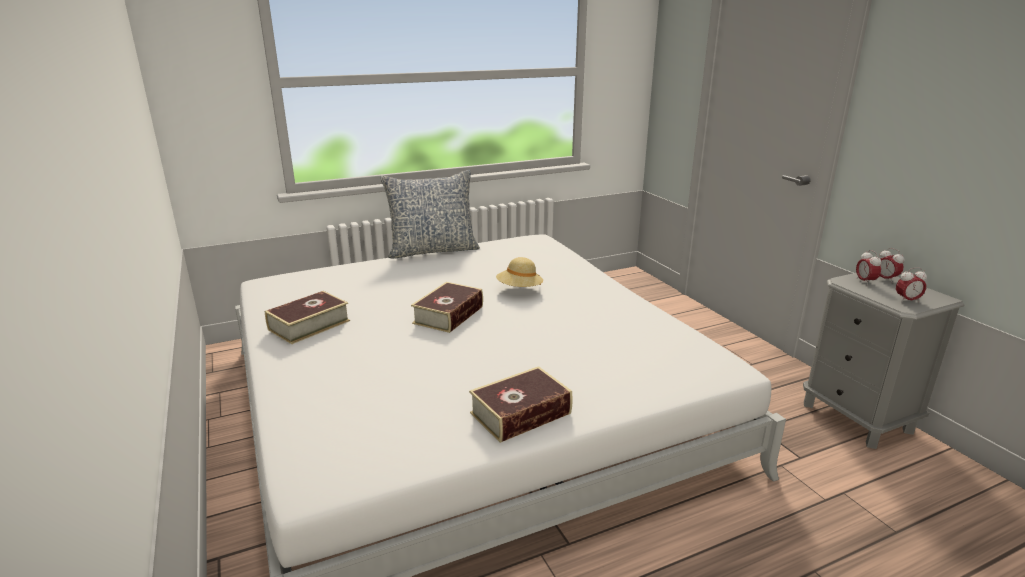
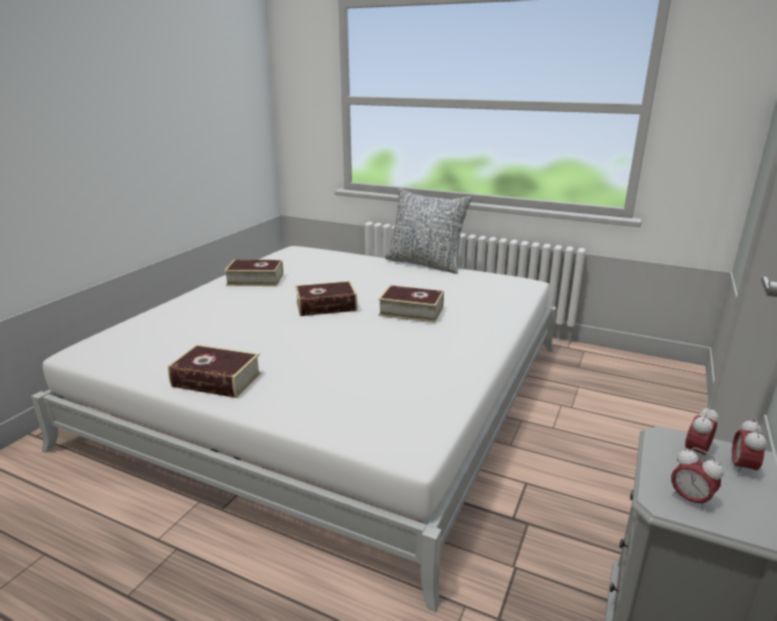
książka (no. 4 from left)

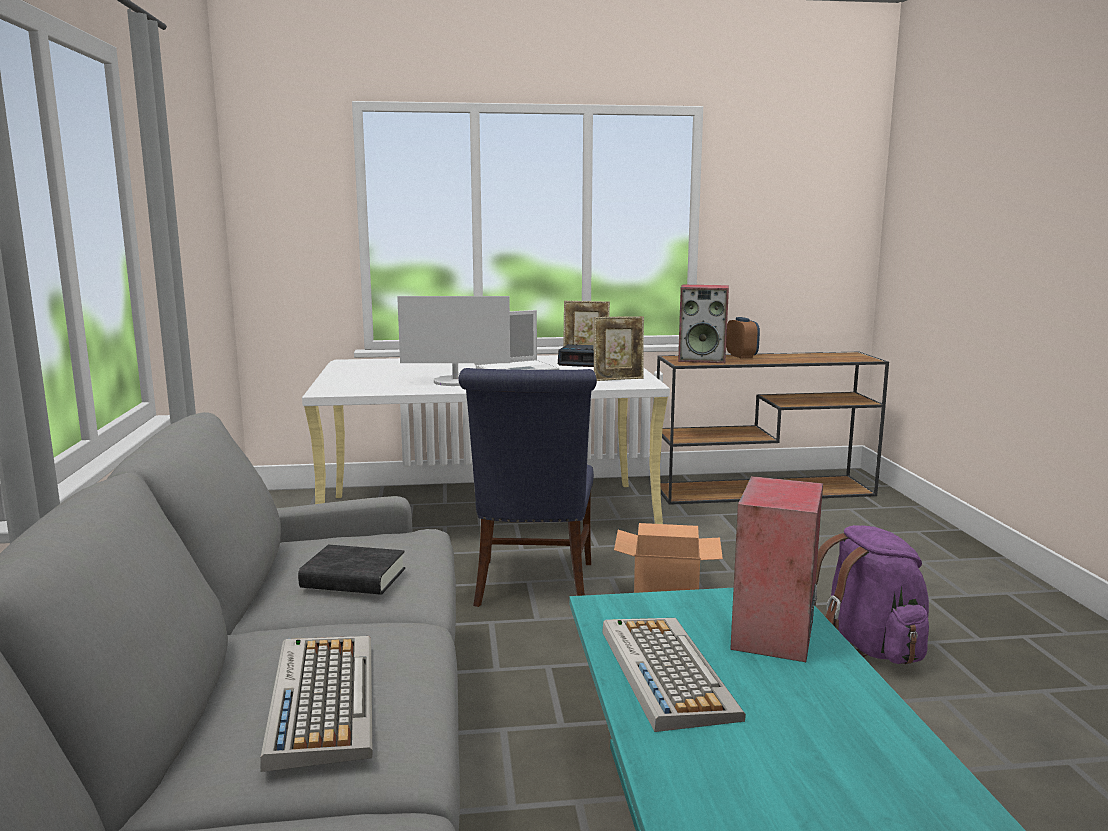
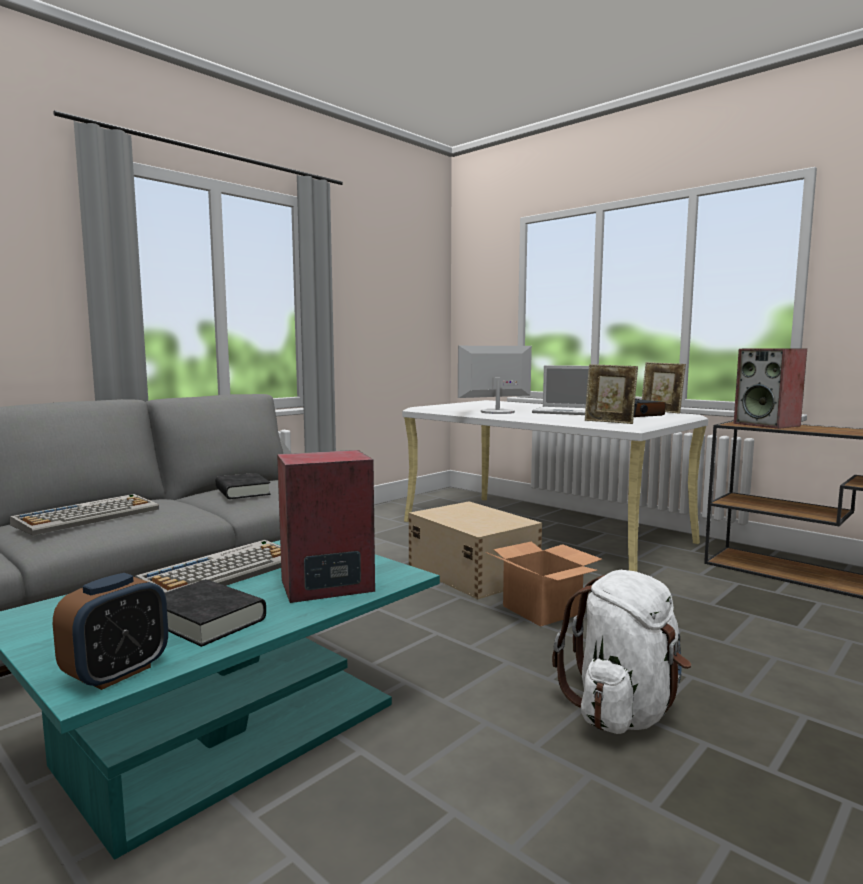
budzik (no. 1 from left)
książka [czarny] (no. 1 from left)
pojemnik do przechowywania [beżowy]
monitor
plecak [biały]

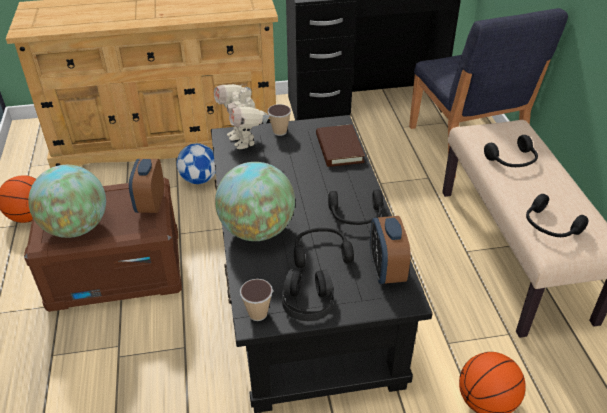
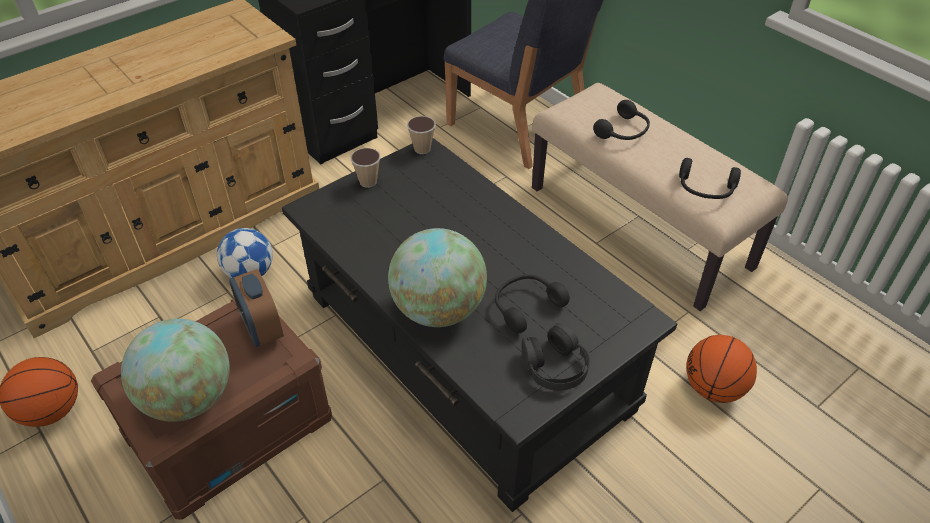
filiżanka (no. 2 from left)
robot zabawkowy
książka [brązowy]
słuchawki [czarny] (no. 3 from left in the first image)
budzik (no. 2 from left in the first image)

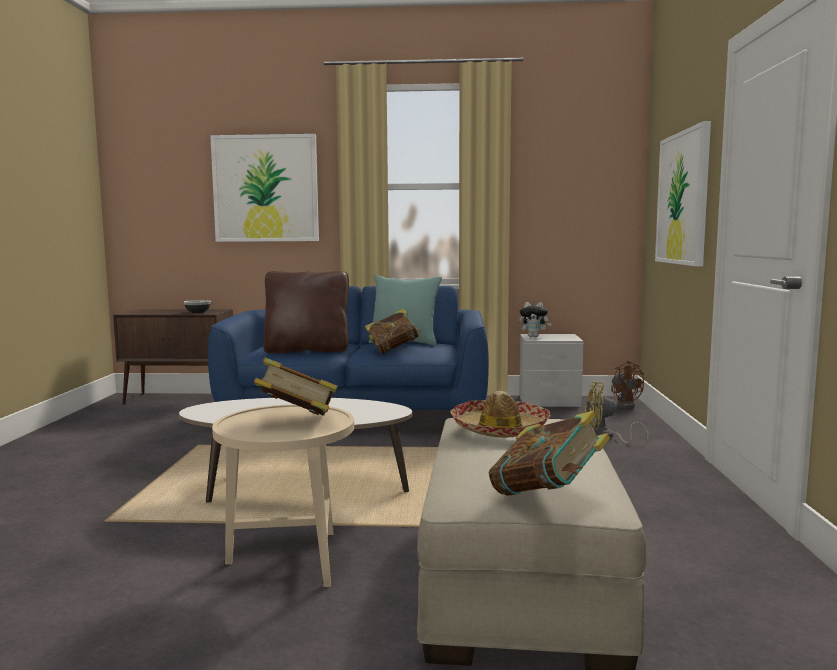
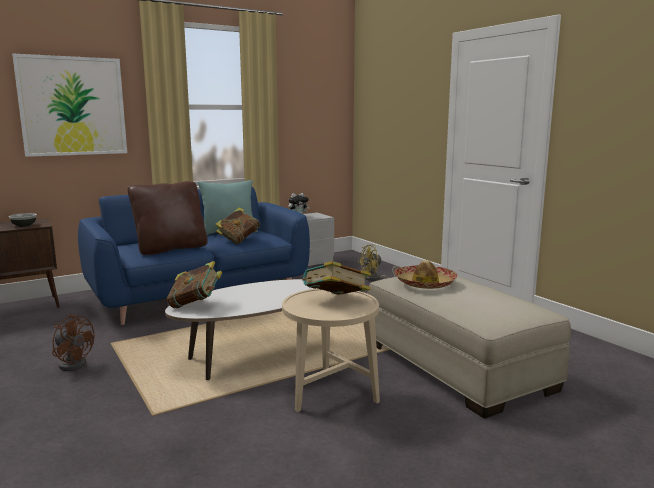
wentylator [brązowy]
książka (no. 1 from left)
obraz (no. 2 from left in the first image)

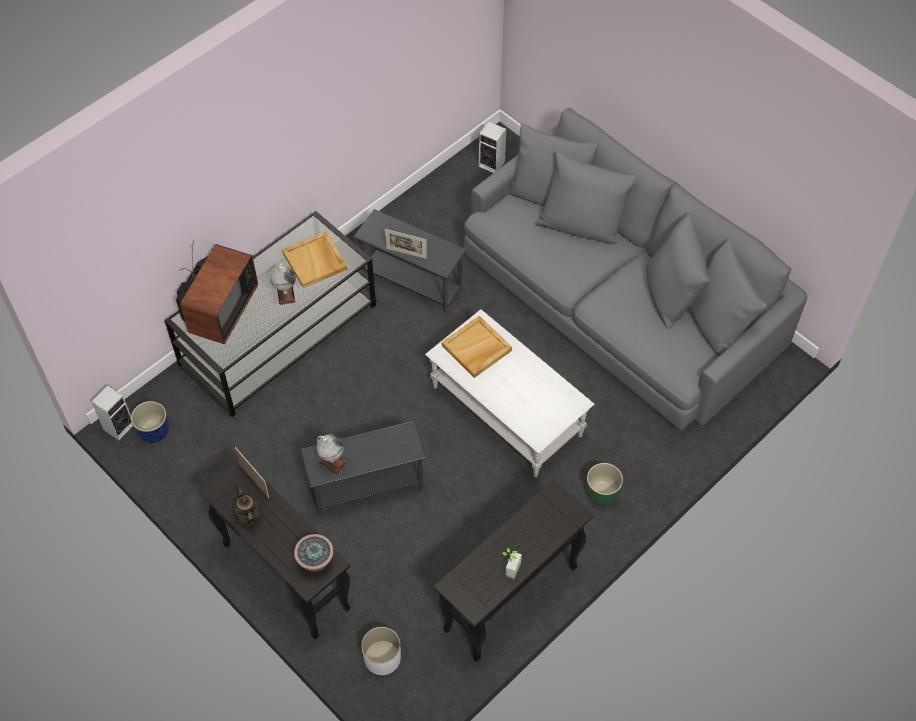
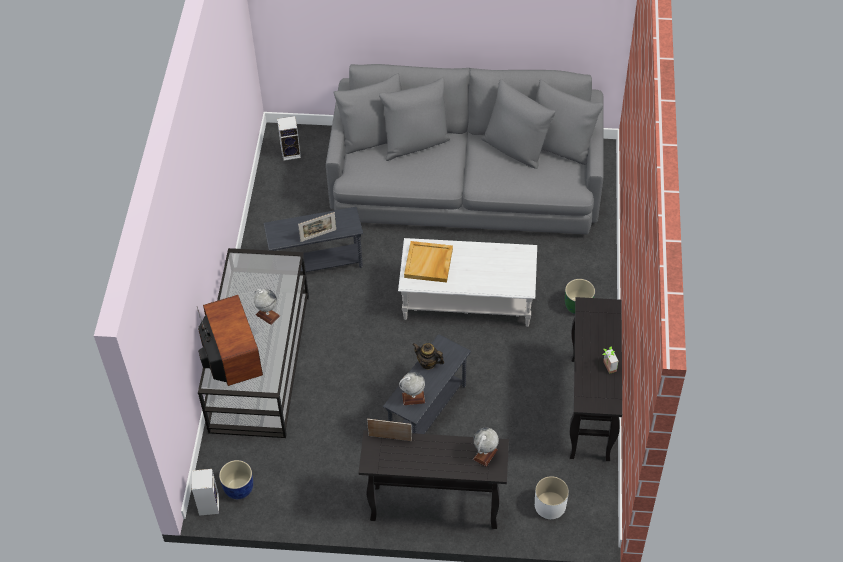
imbryk
globus (no. 3 from left)
taca [beżowy] (no. 1 from left in the first image)

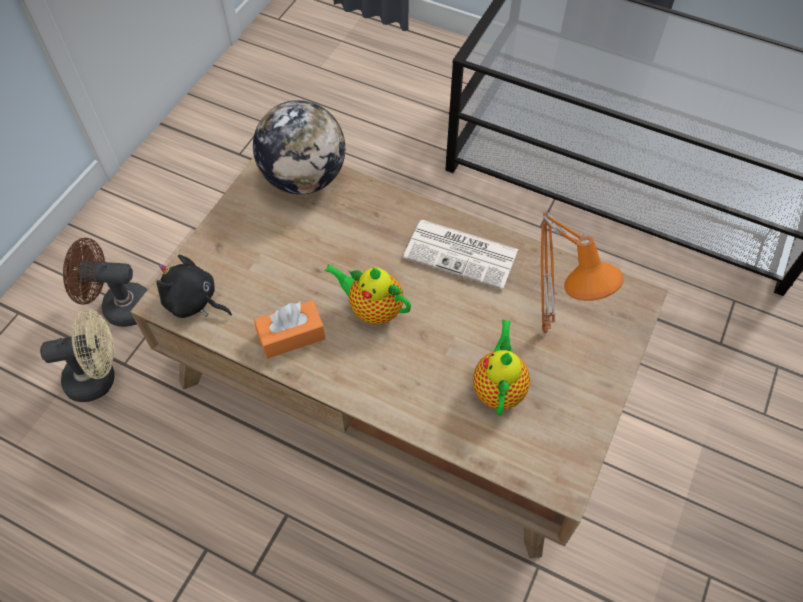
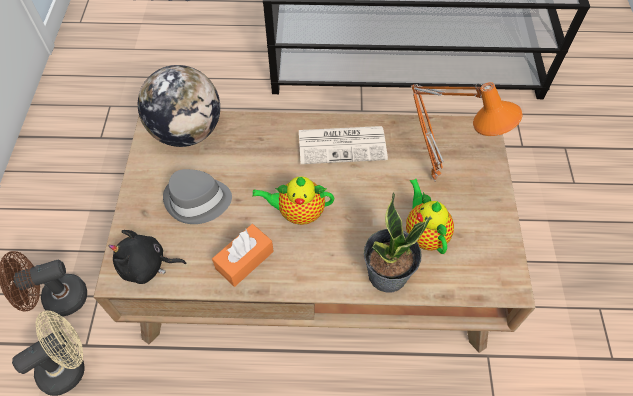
kapelusz [szary]
roślina doniczkowa

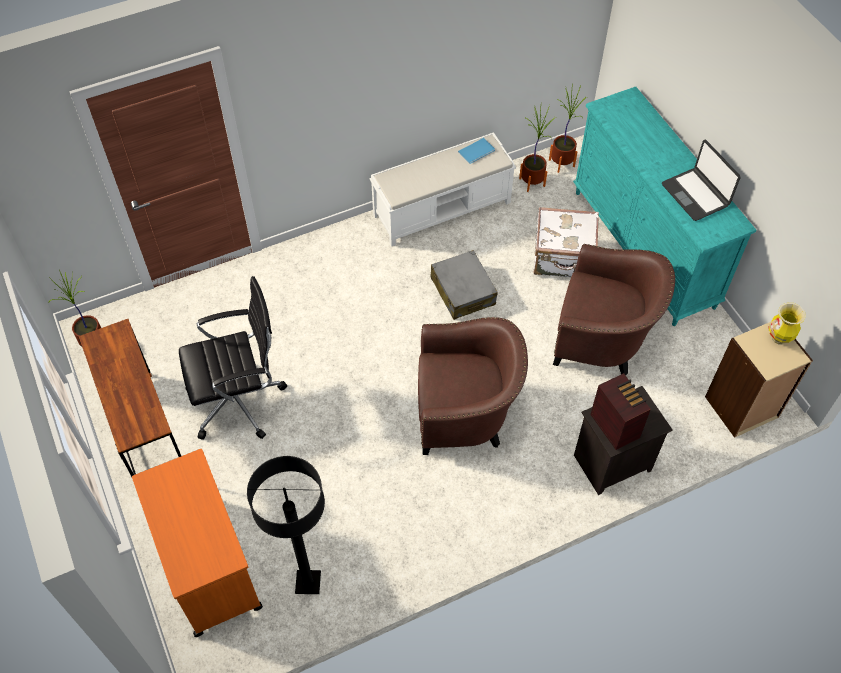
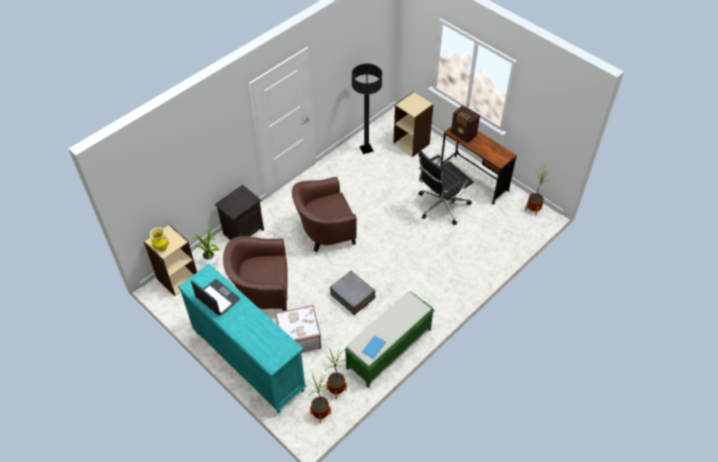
roślina doniczkowa (no. 1 from left)
ławka [zielony]
regał [beżowy] (no. 2 from left)
radio

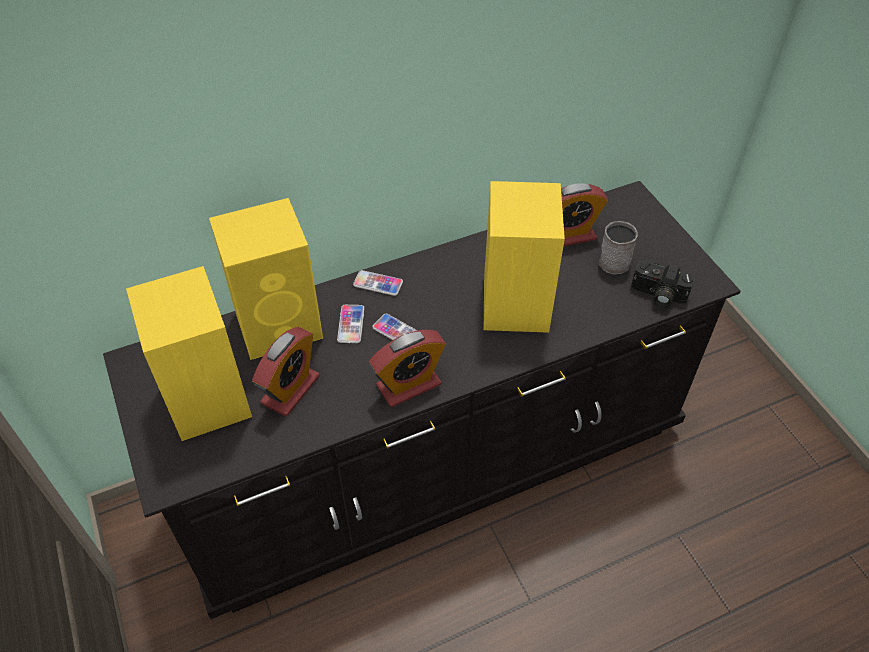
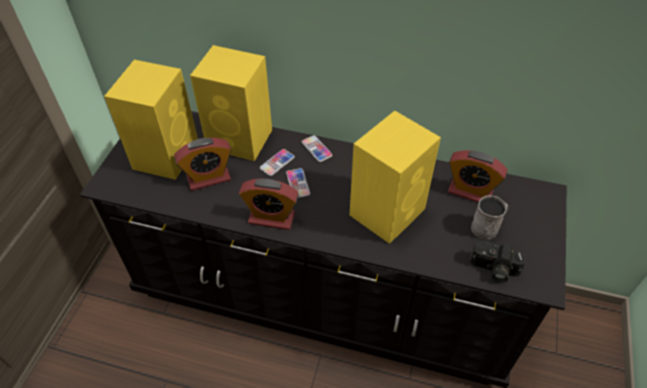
aparat fotograficzny

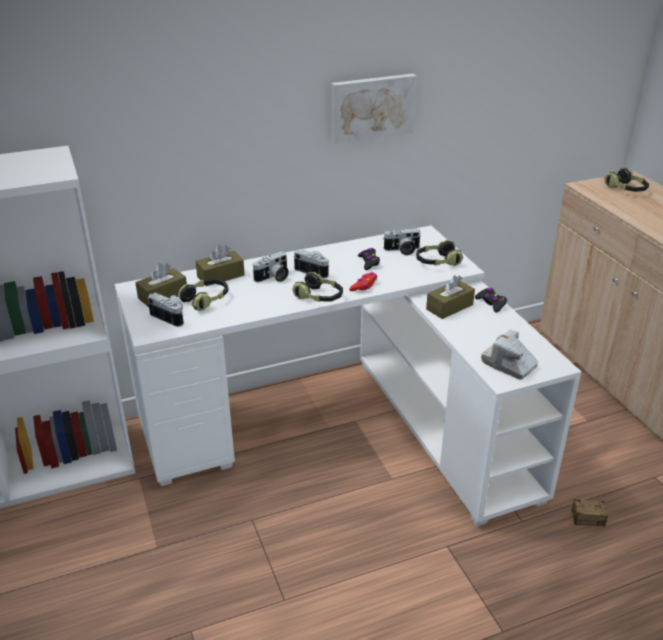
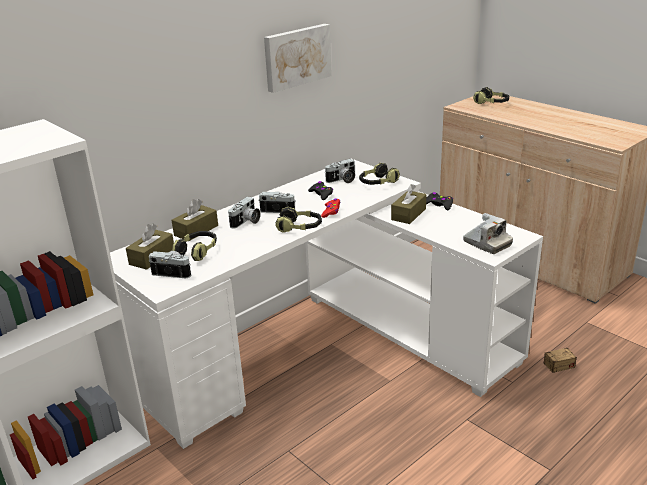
aparat fotograficzny (no. 5 from left)

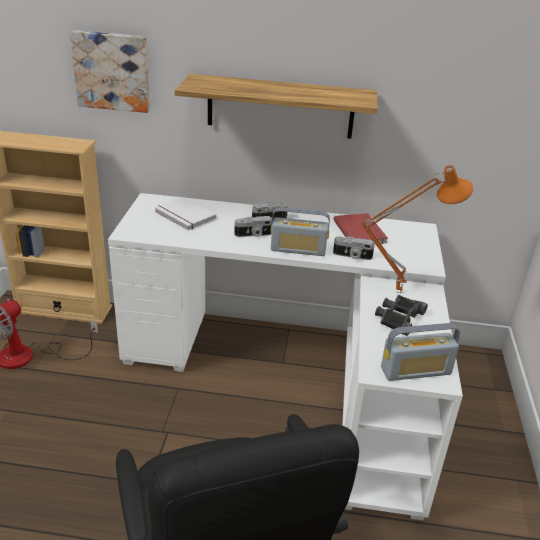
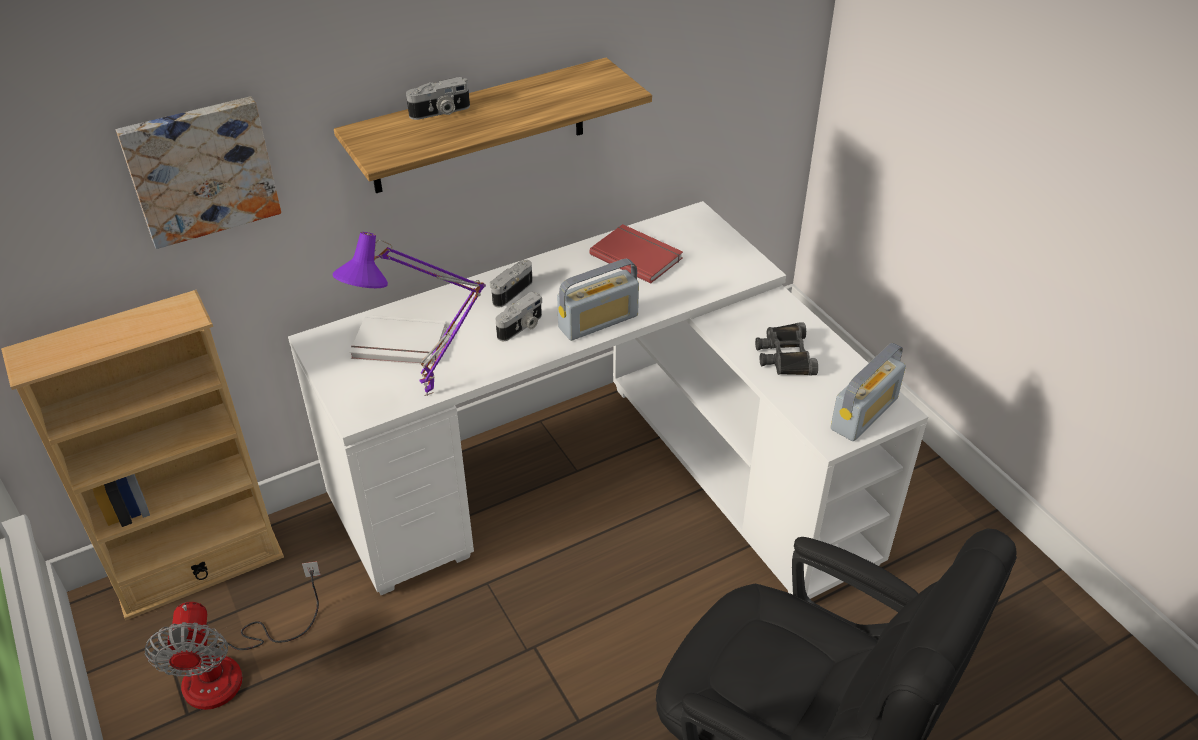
lampa stołowa [fioletowy]
aparat fotograficzny (no. 1 from left)
lampa stołowa [pomarańczowy]

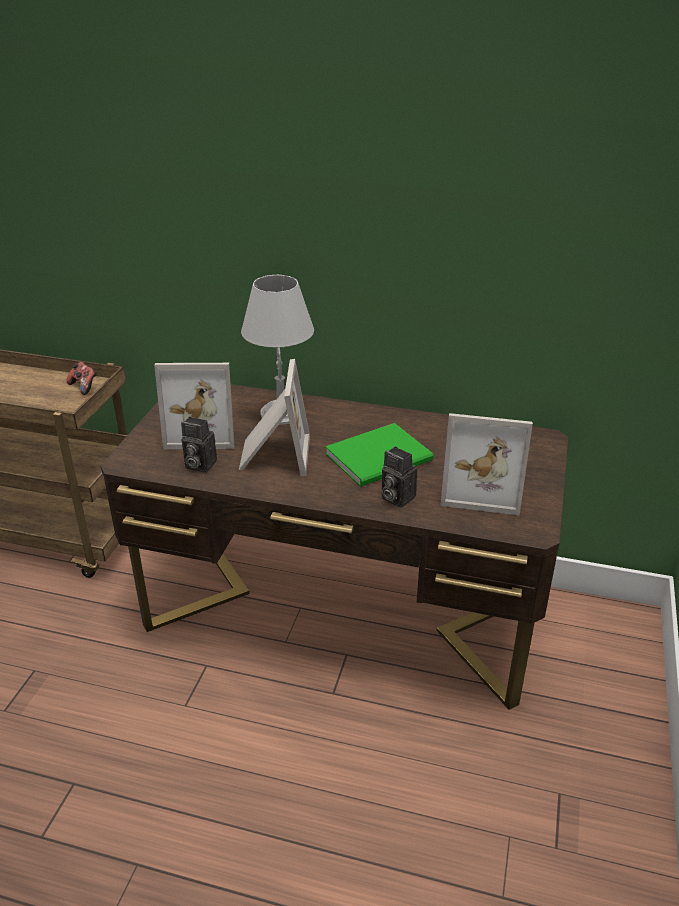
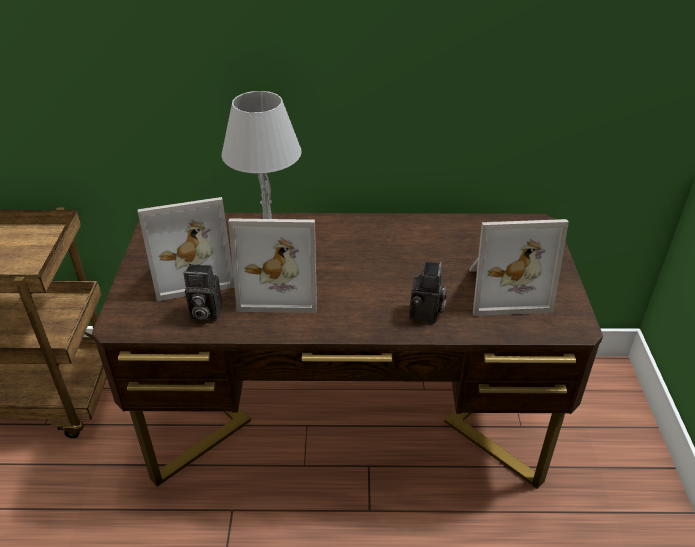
ramka na zdjęcie (no. 2 from left)
aparat fotograficzny (no. 2 from left)
pad do gier
książka [zielony]

